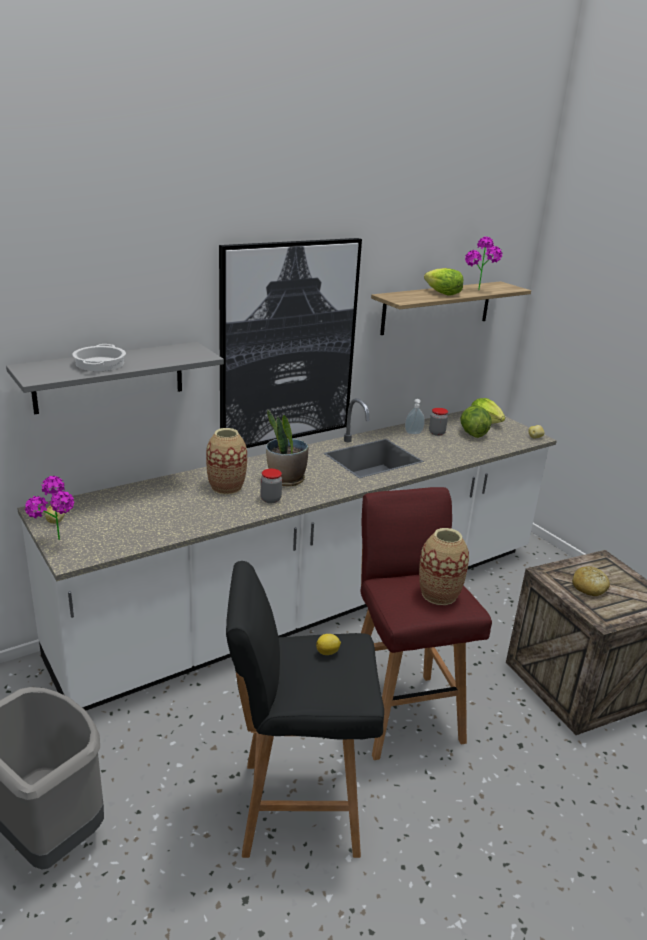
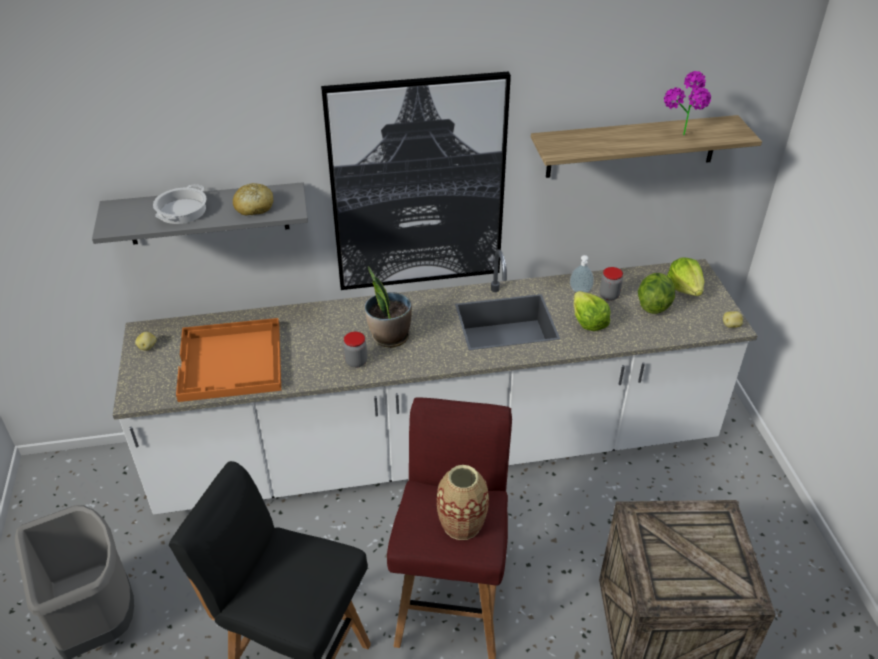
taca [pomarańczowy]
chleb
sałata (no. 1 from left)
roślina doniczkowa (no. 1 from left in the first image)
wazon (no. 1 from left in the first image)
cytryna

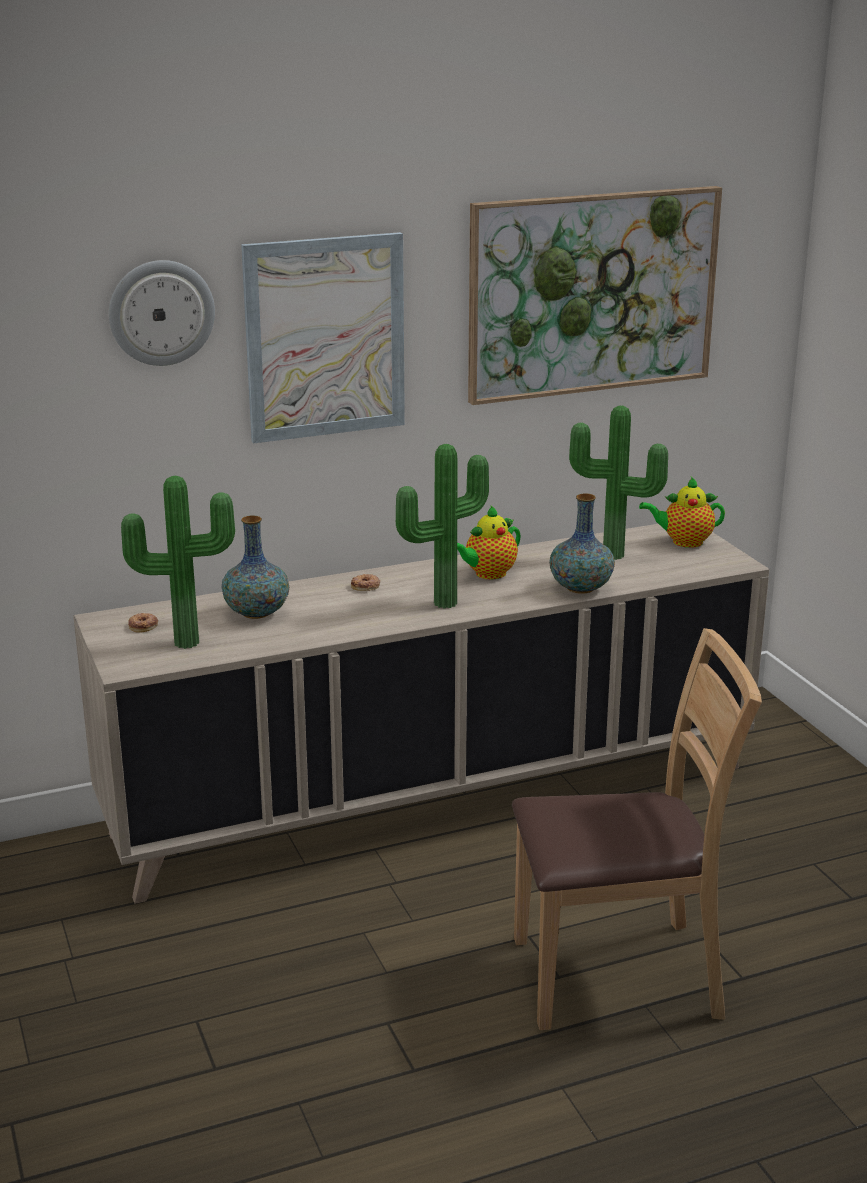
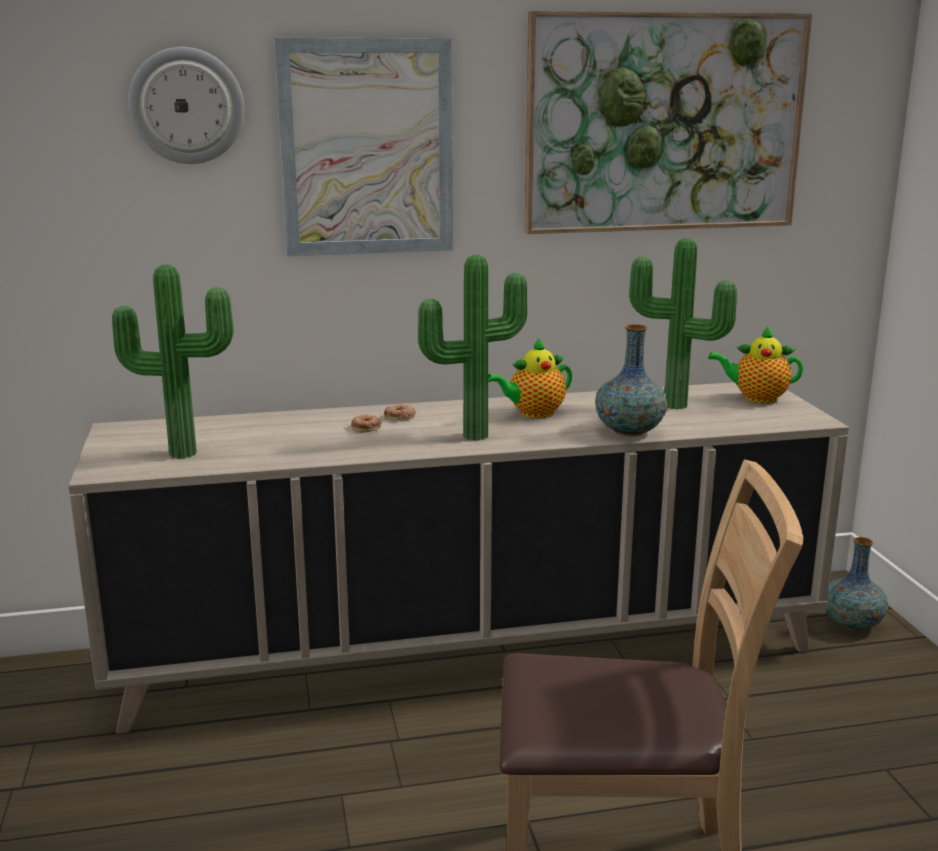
donut (no. 1 from left)
wazon (no. 2 from left)

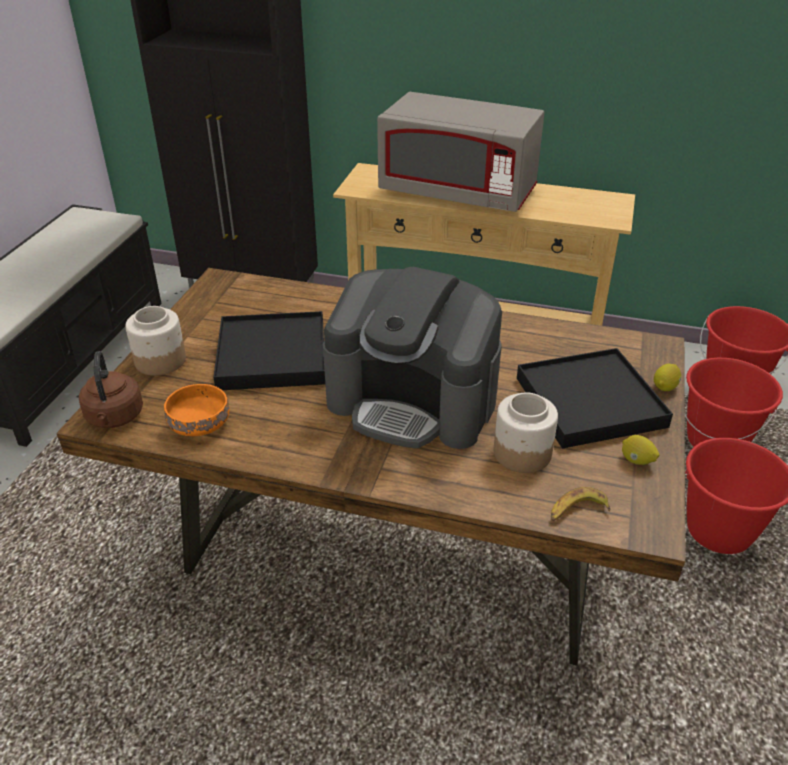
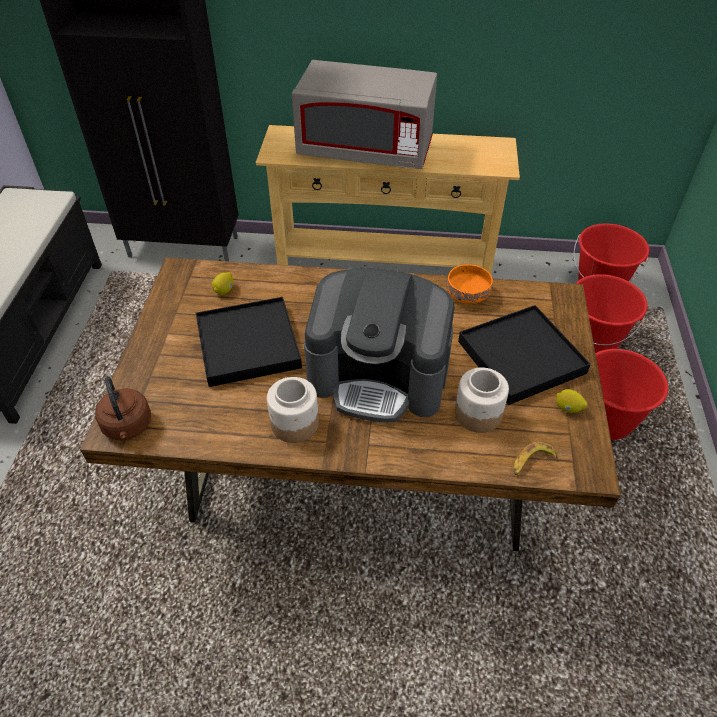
cytryna (no. 1 from left)
słoik (no. 1 from left)
miska [pomarańczowy]

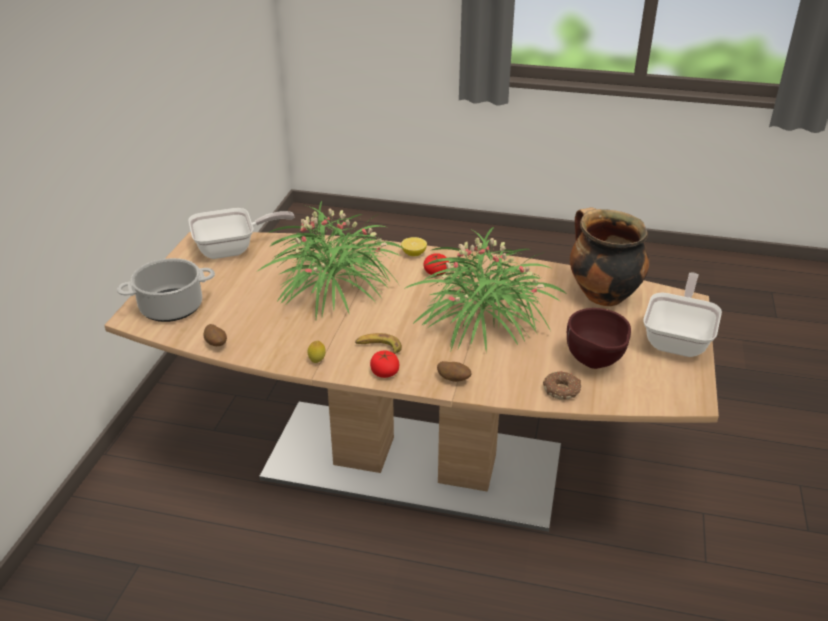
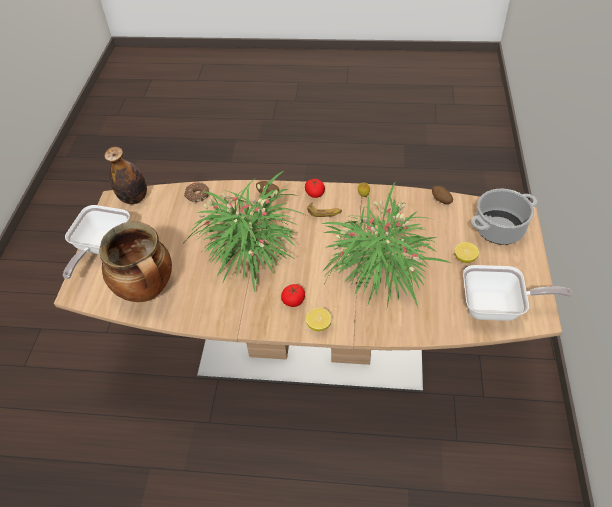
butelka
cytryna (no. 3 from left)
patelnia (no. 2 from left)
miska [brązowy]

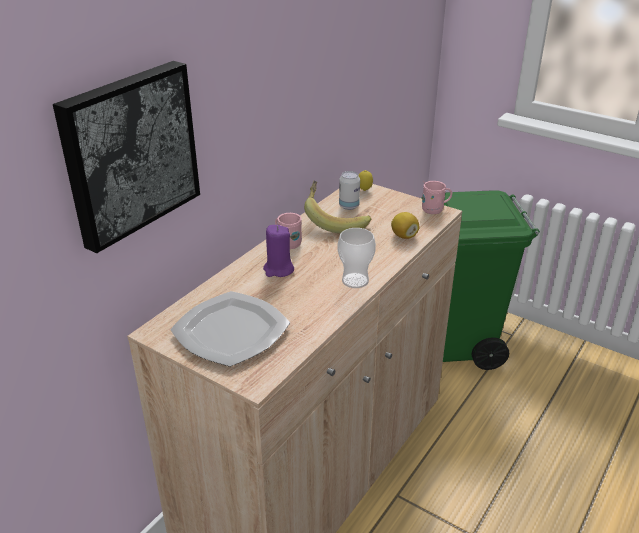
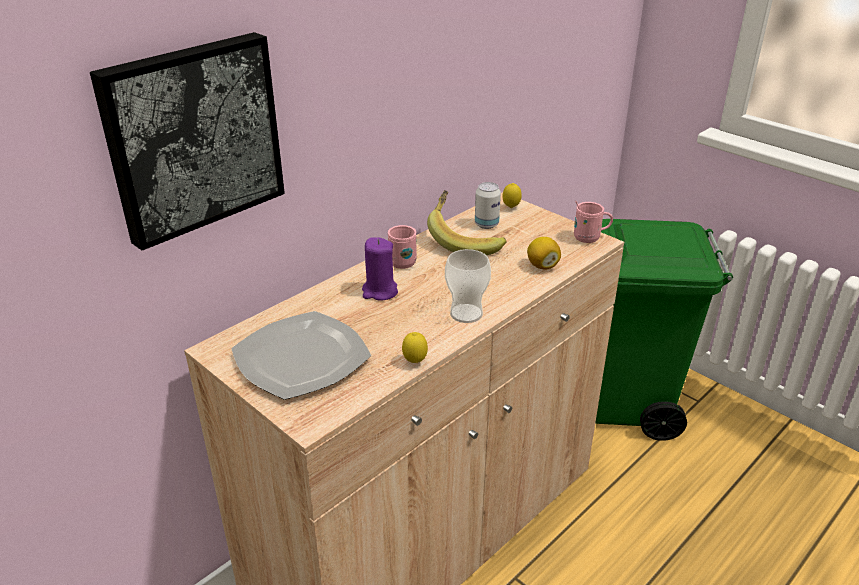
cytryna (no. 1 from left)

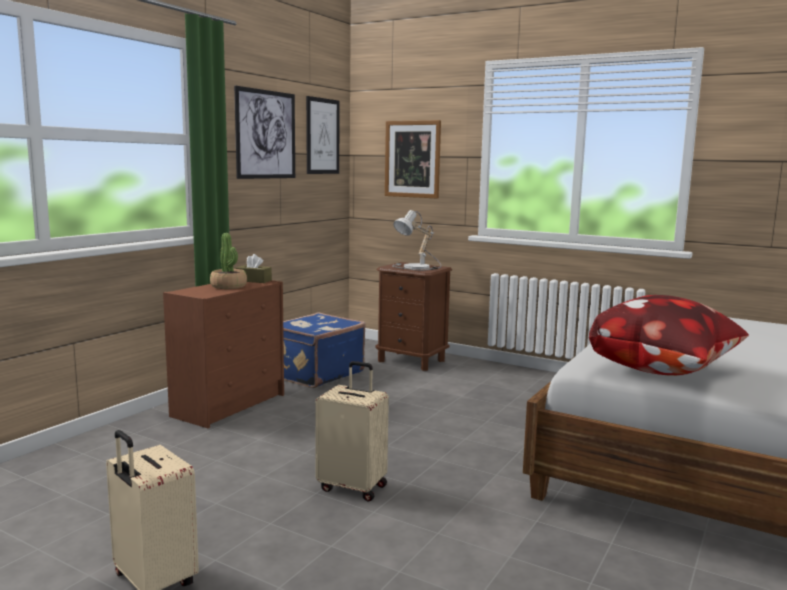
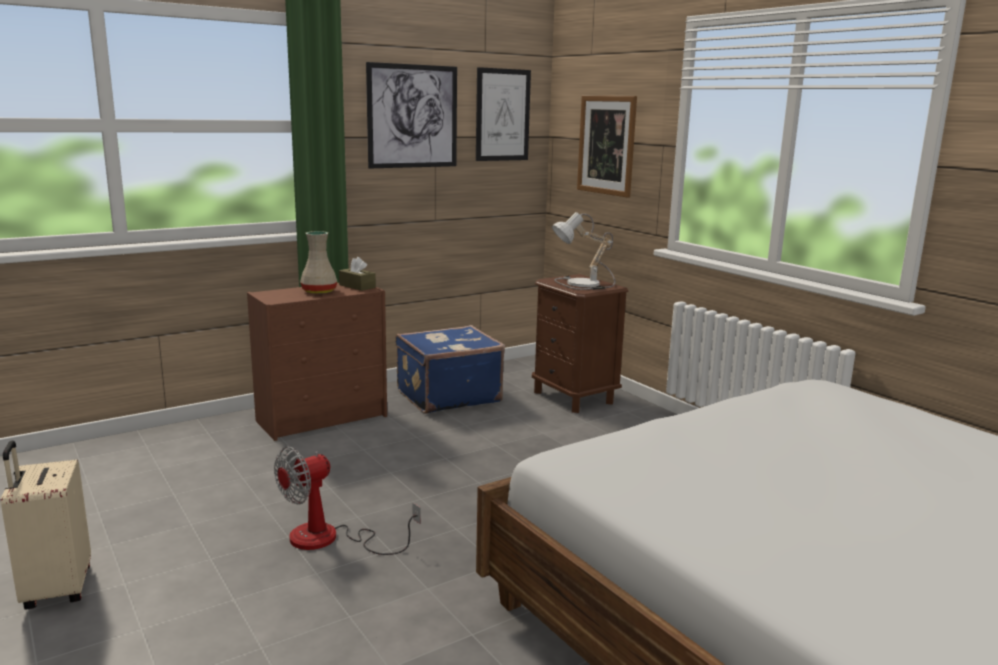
wentylator
wazon [beżowy]
poduszka

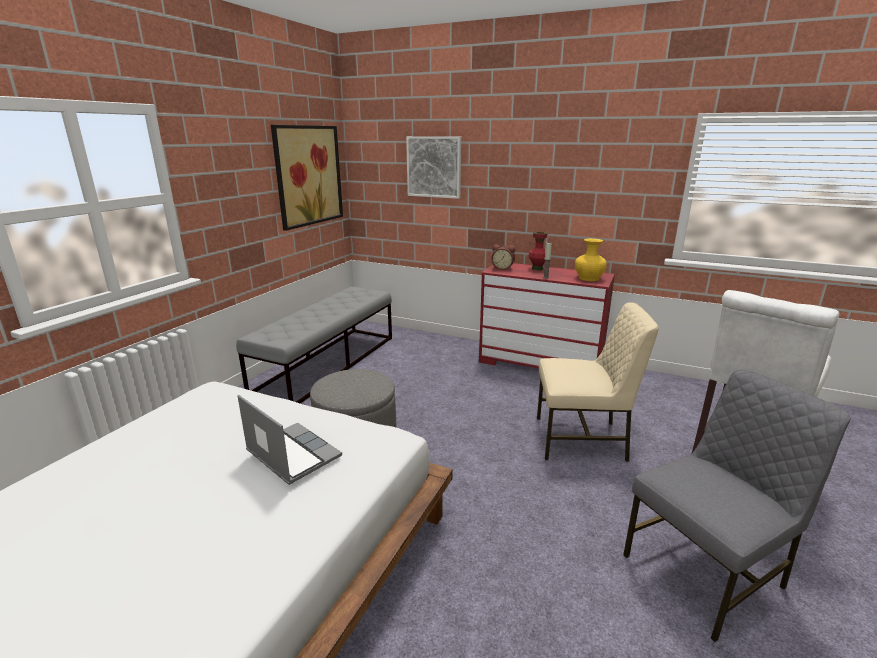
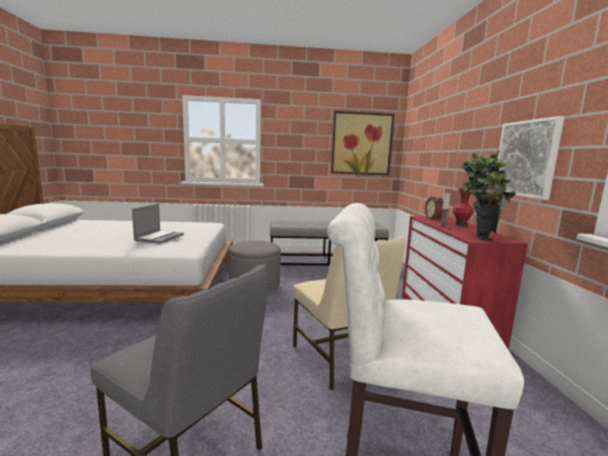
roślina doniczkowa
obraz (no. 2 from left)

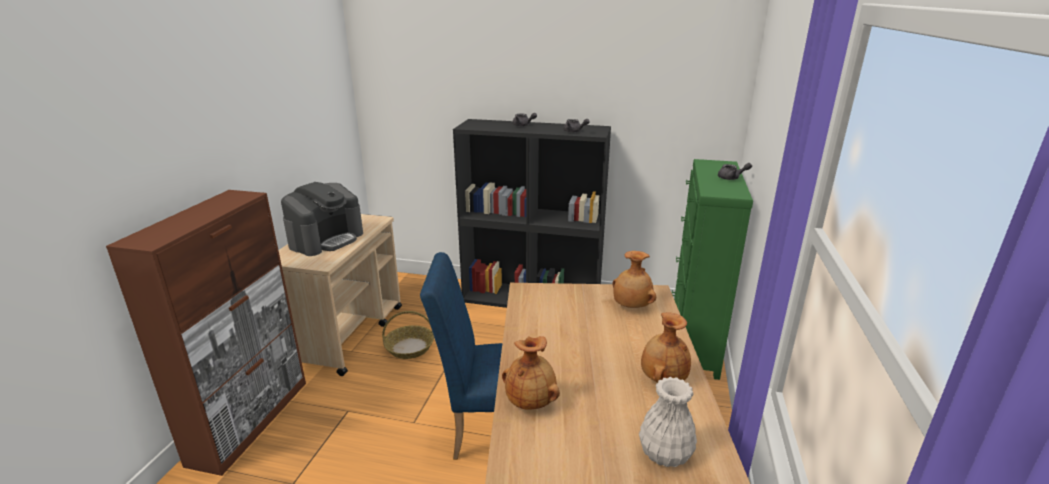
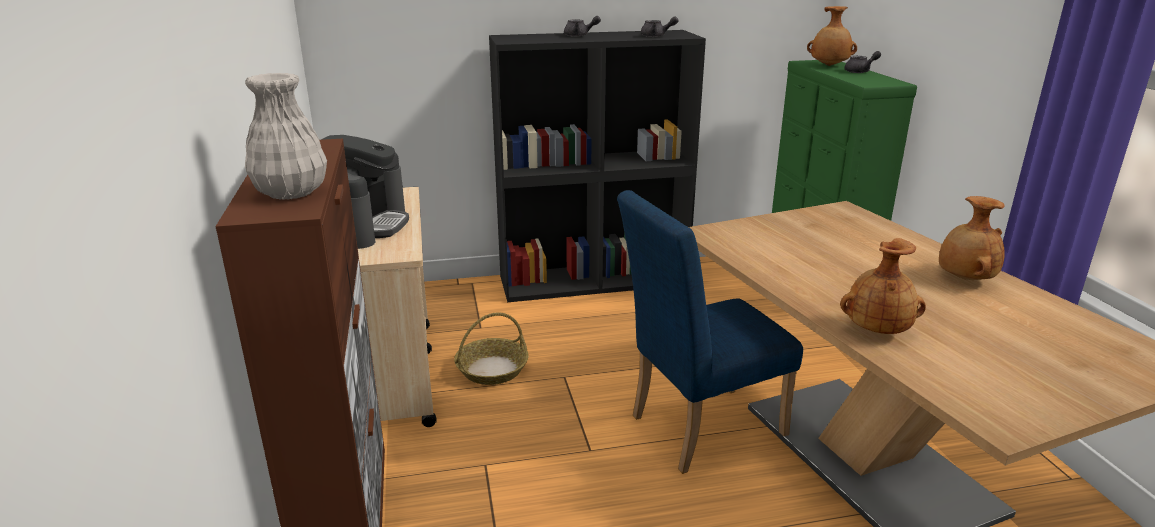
wazon [biały]
wazon [brązowy] (no. 1 from left)

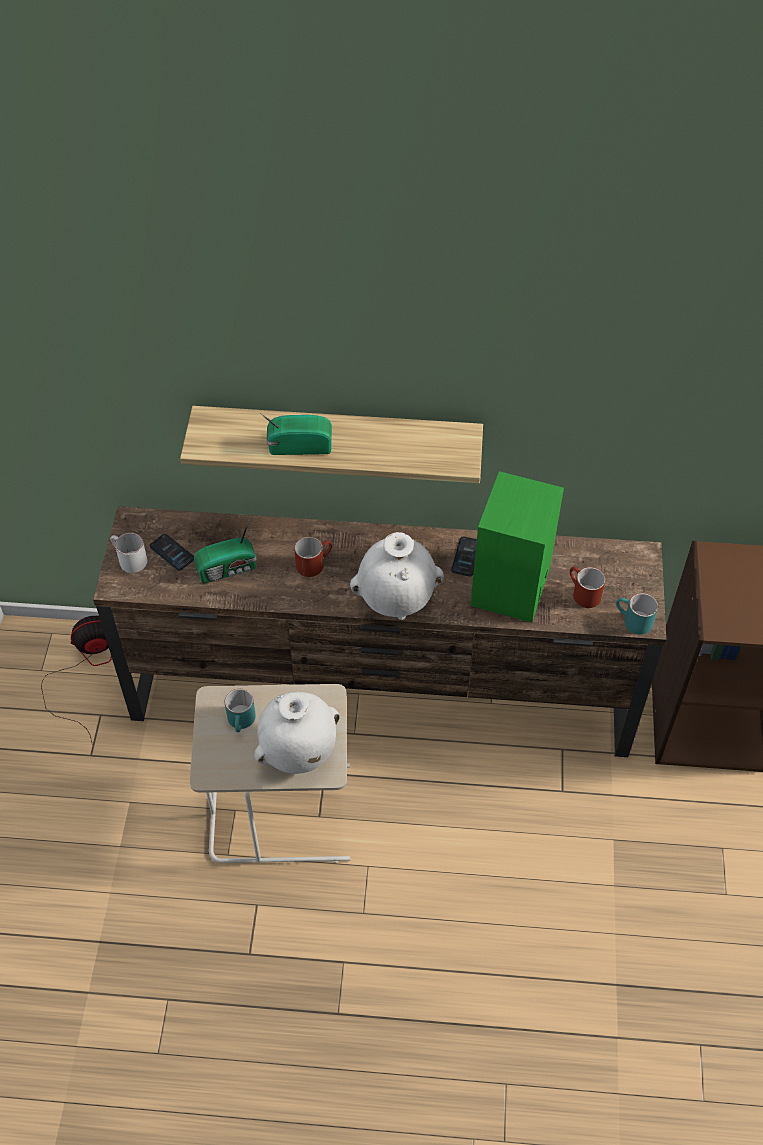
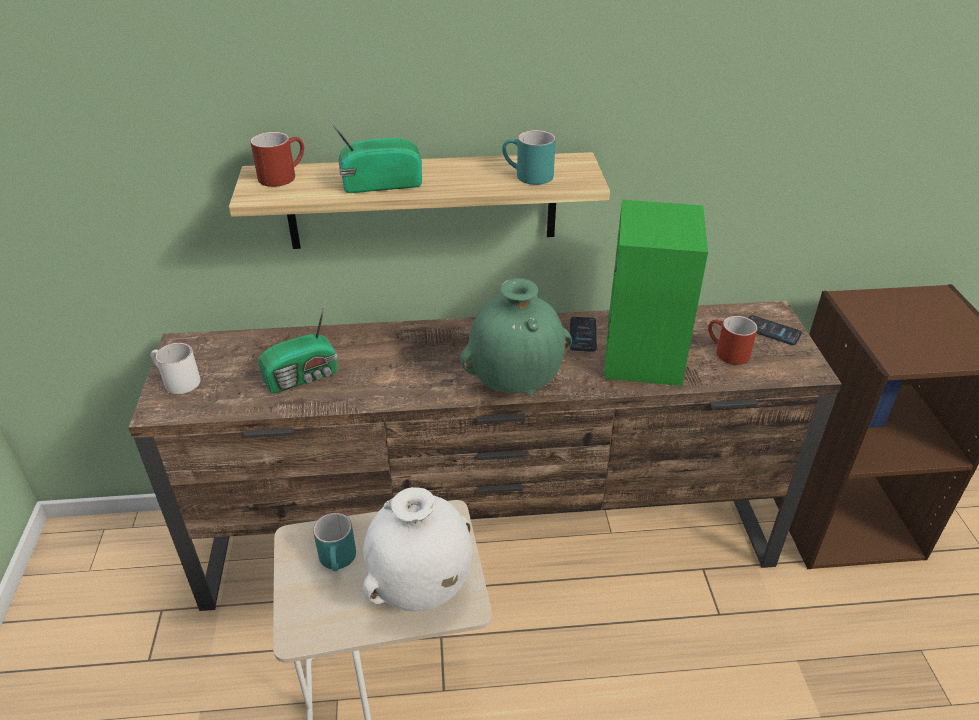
kubek [czerwony] (no. 1 from left)
wazon [zielony]
kubek [turkusowy] (no. 2 from left)
telefon (no. 2 from left)
wentylator

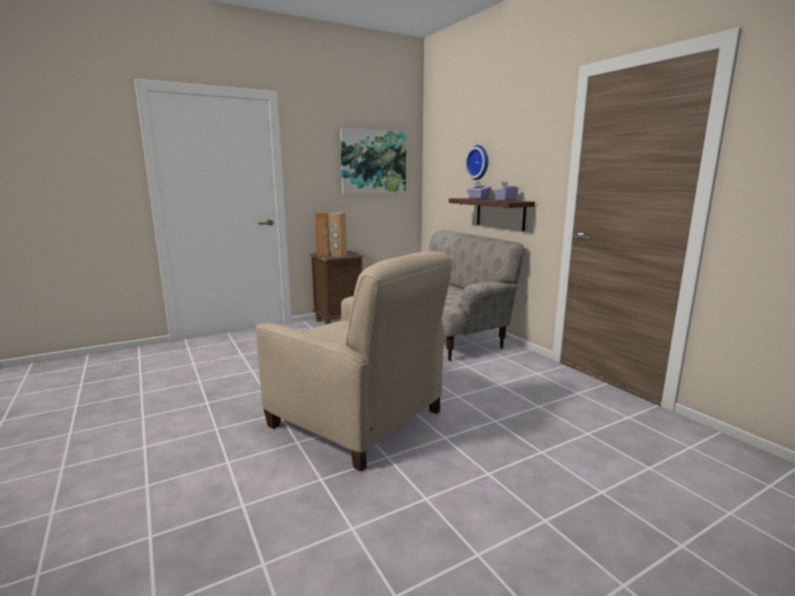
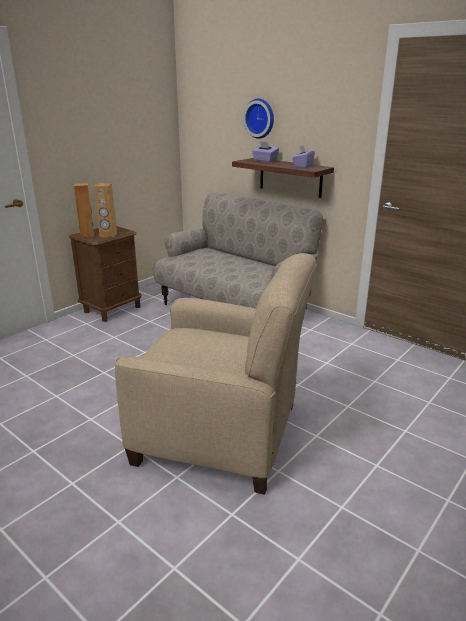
obraz

